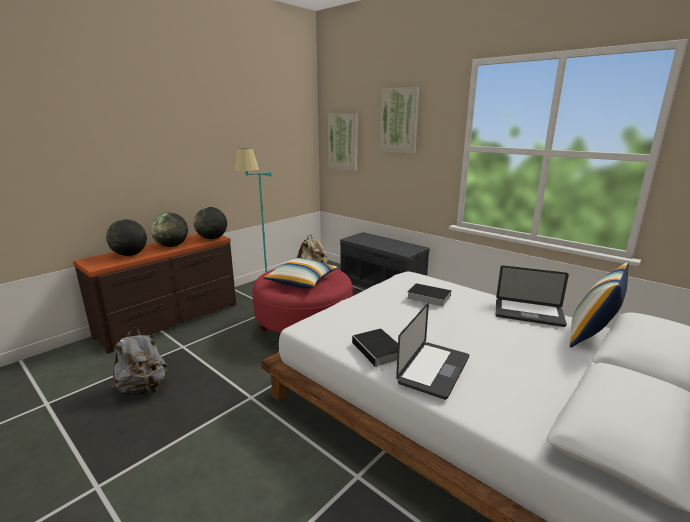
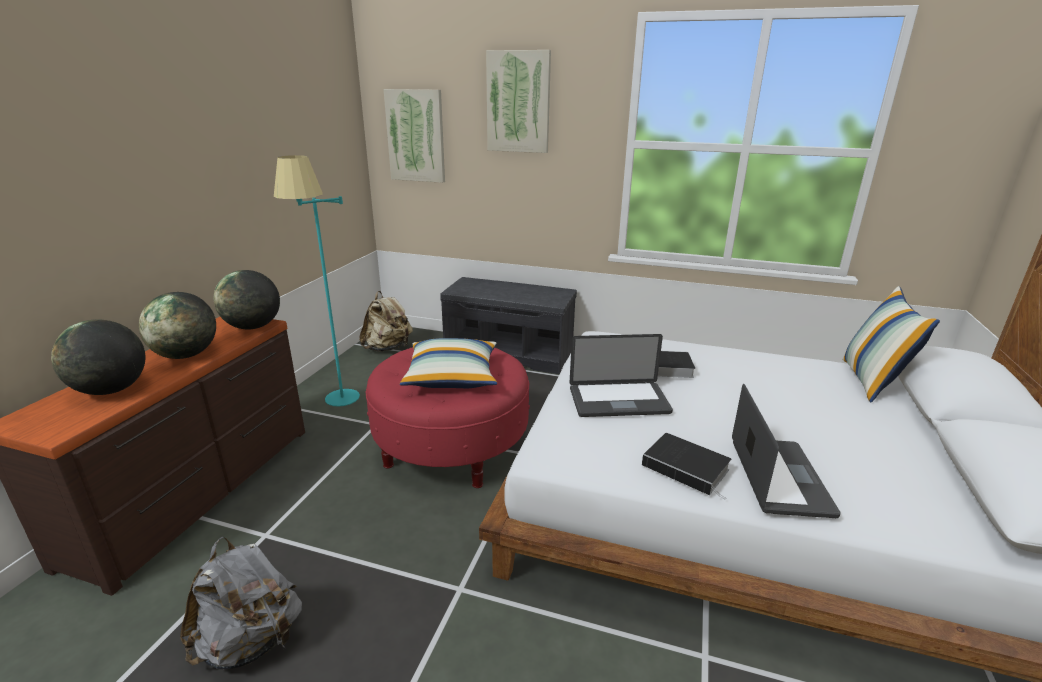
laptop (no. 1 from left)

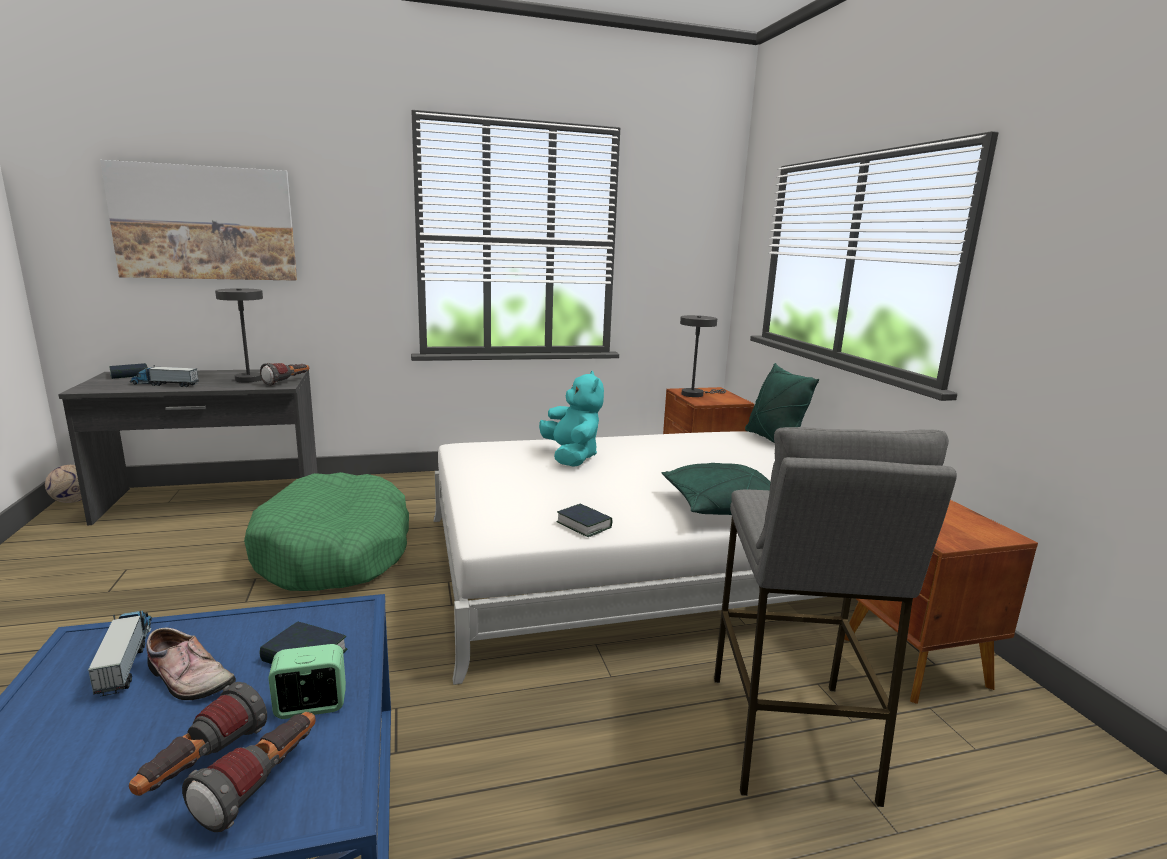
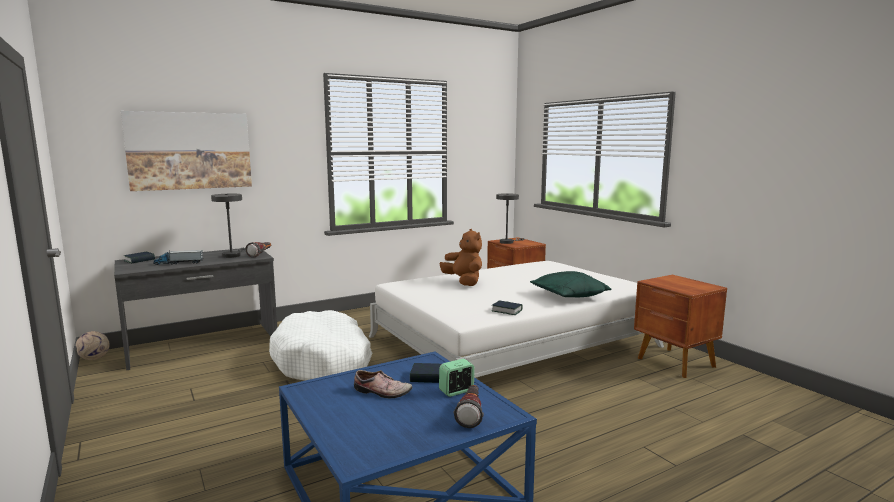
model_truck (no. 1 from left in the first image); hand_torch (no. 1 from left in the first image); whitish_dog_bed; brown_cuddly_toy; greyish_sitting_stool; green_pillow (no. 2 from left in the first image)

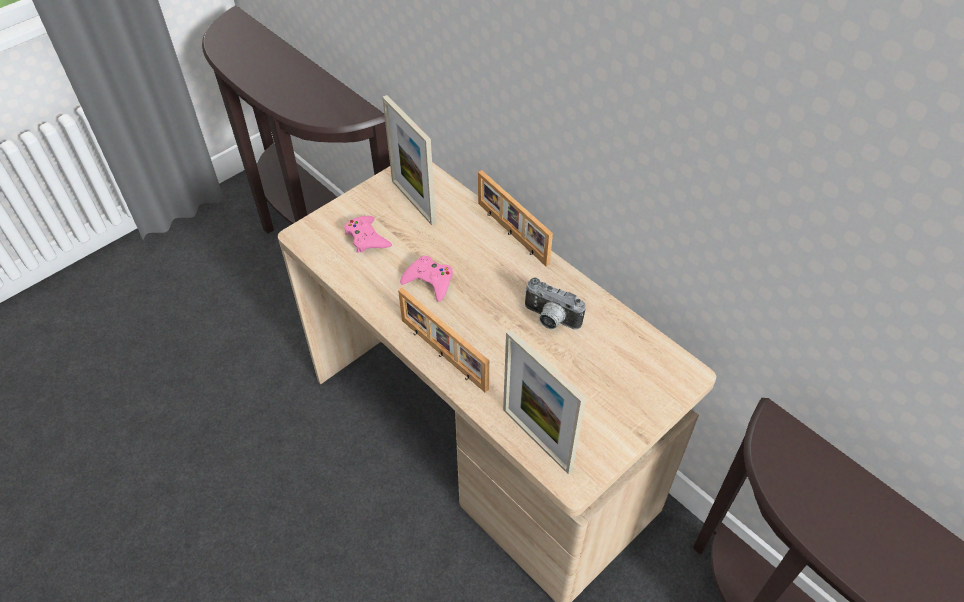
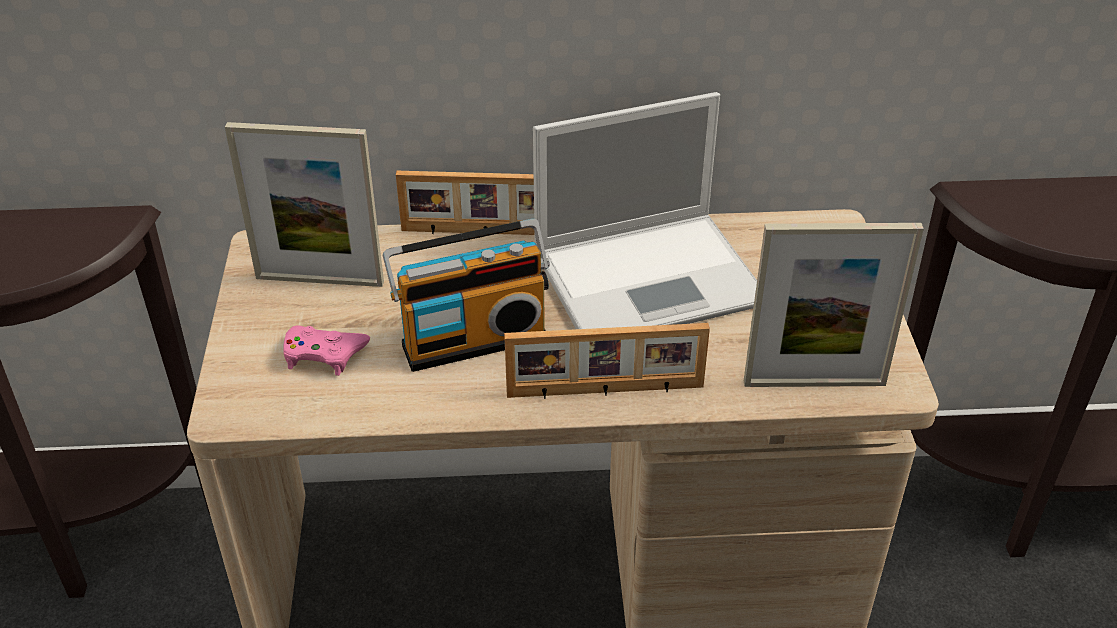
radio_receiver; laptop

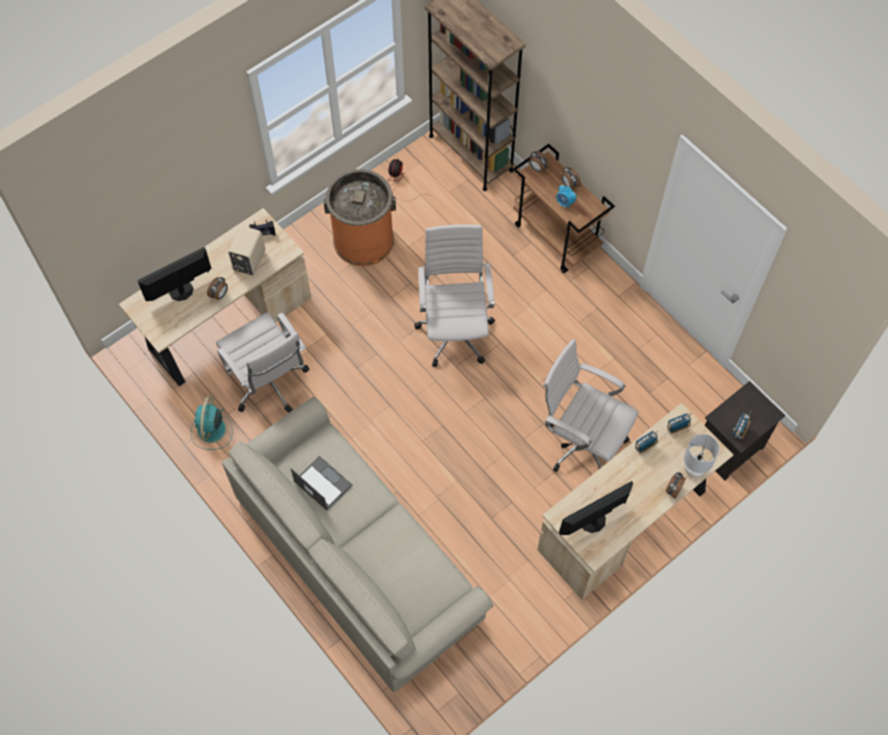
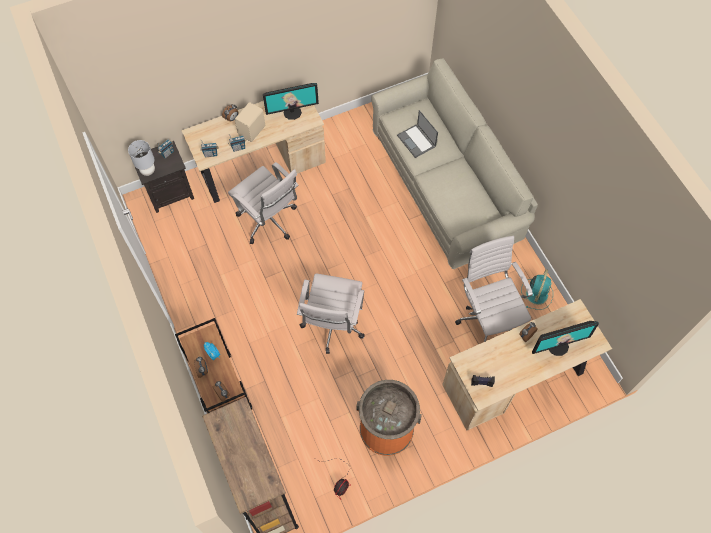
beige-coloured_speaker; laptop; greyish_table_lamp

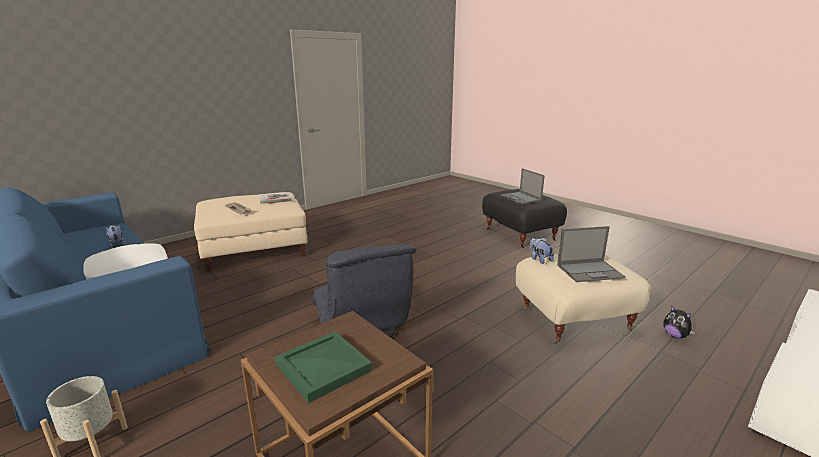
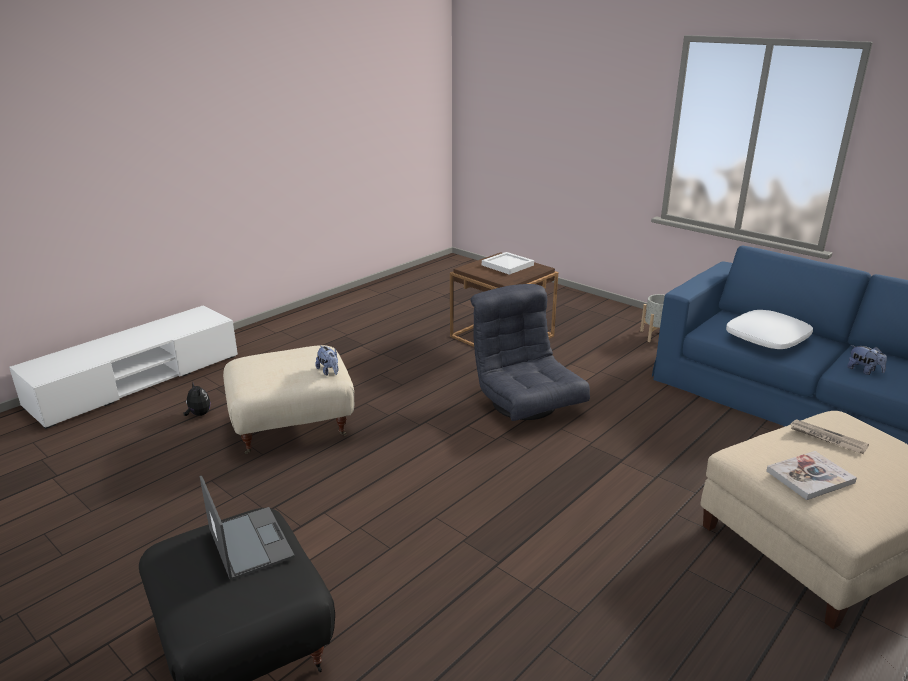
whitish_carrying_tray; laptop (no. 2 from left in the first image)

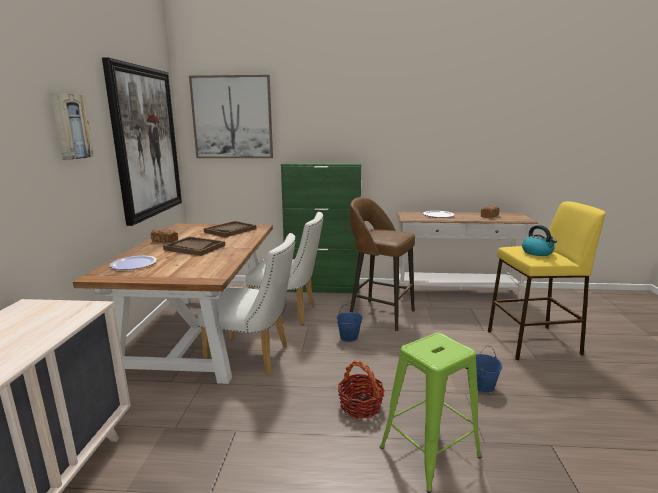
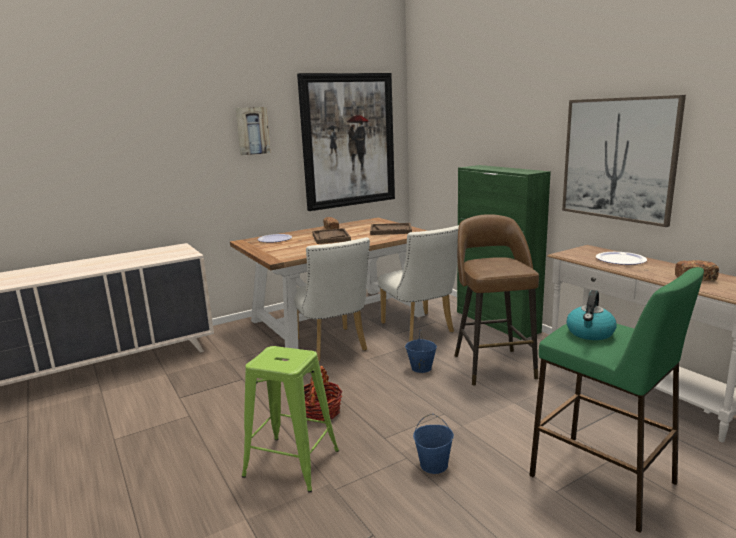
wall_art (no. 3 from left); green_sitting_stool (no. 2 from left)

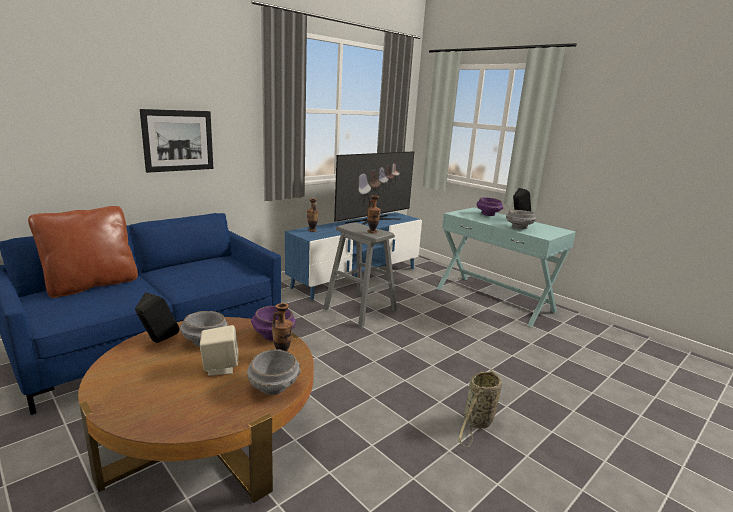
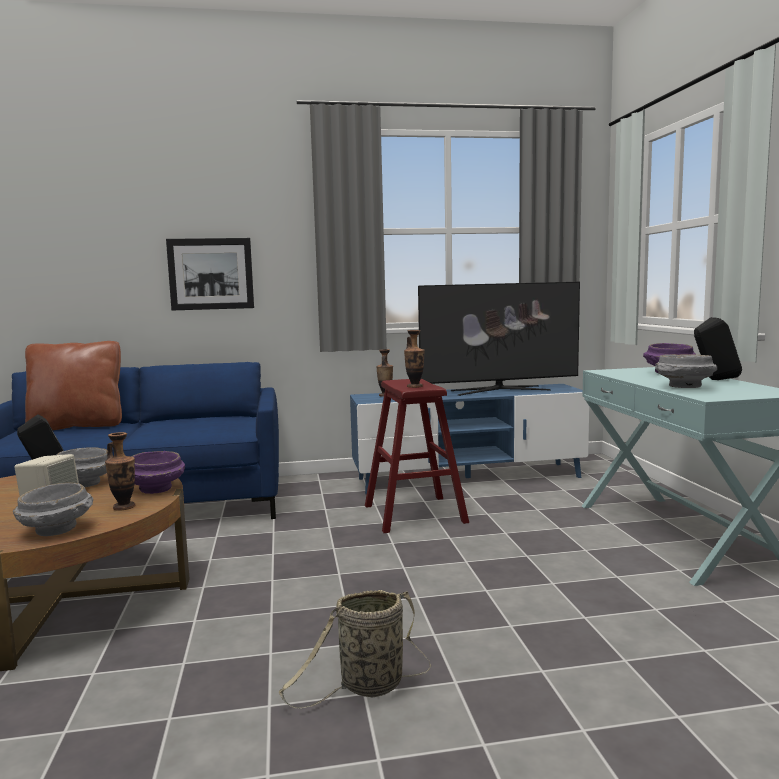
red_sitting_stool

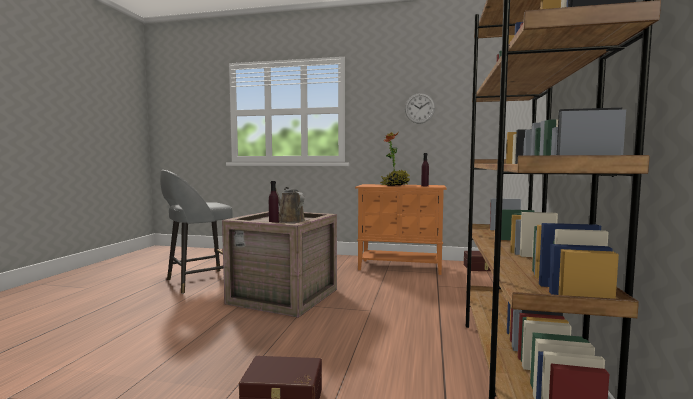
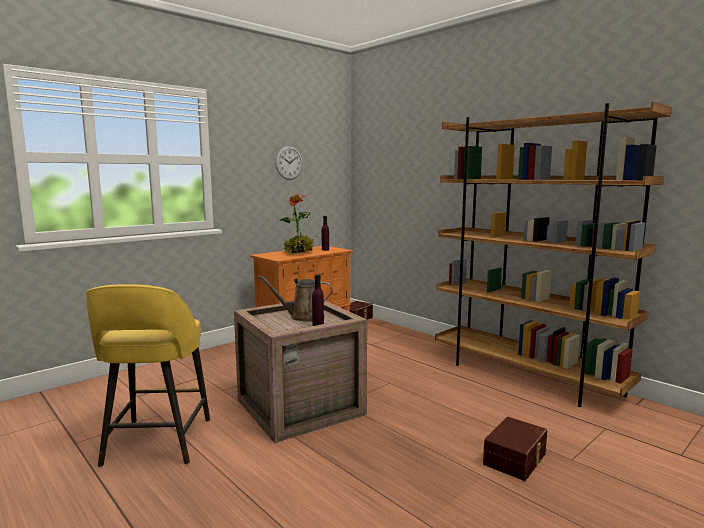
yellow-coloured_sitting_stool

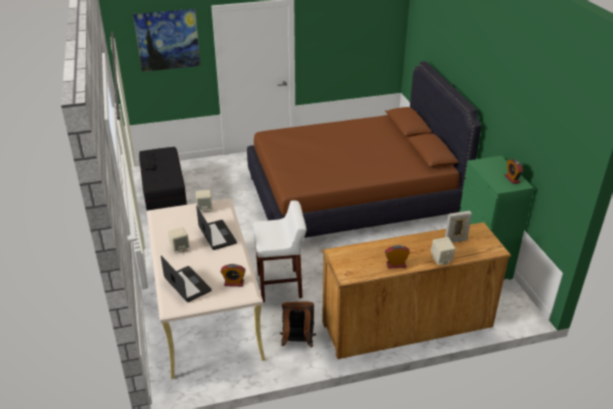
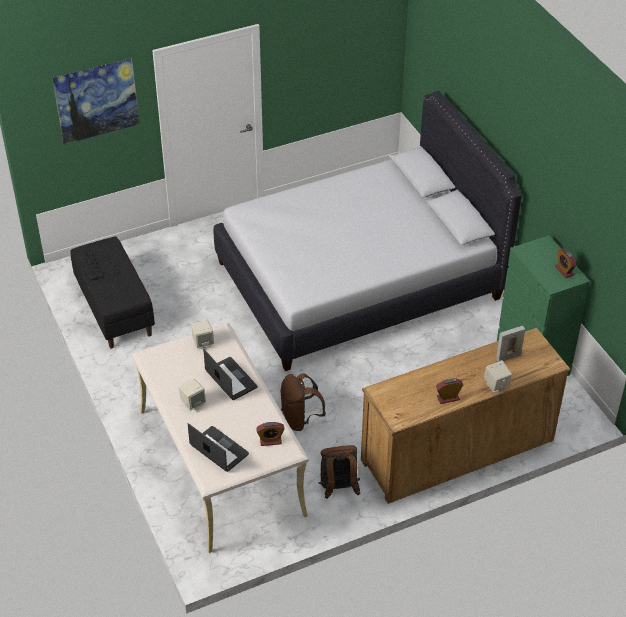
whitish_sleeping_bed; brown_knapsack (no. 1 from left)

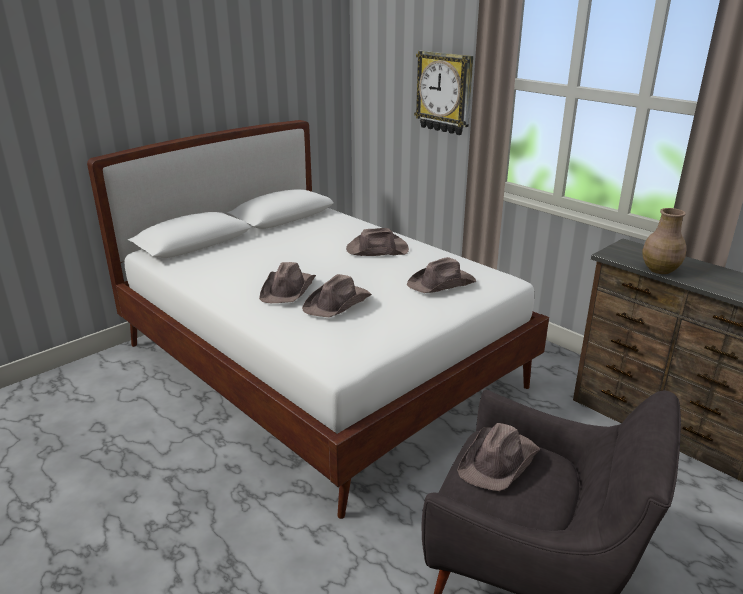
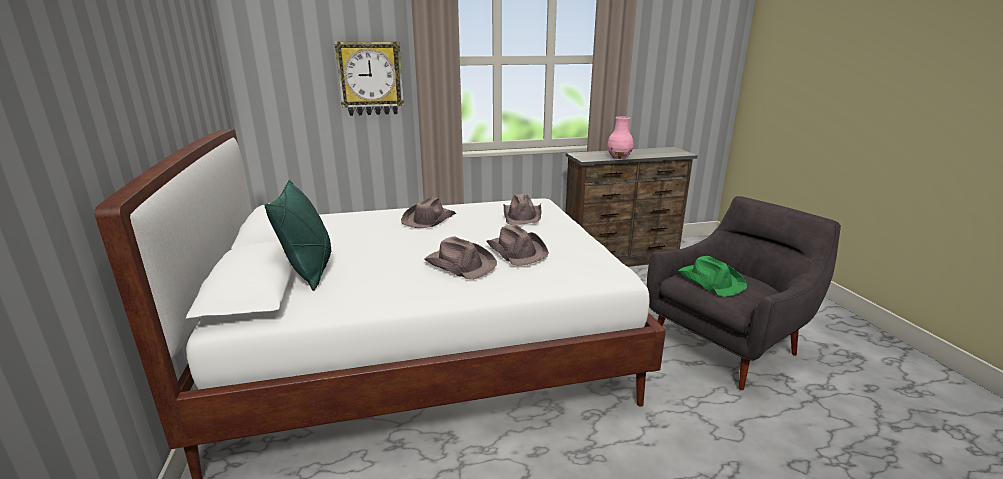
green_clothing_hat; pinkish_flower_vase; green_pillow

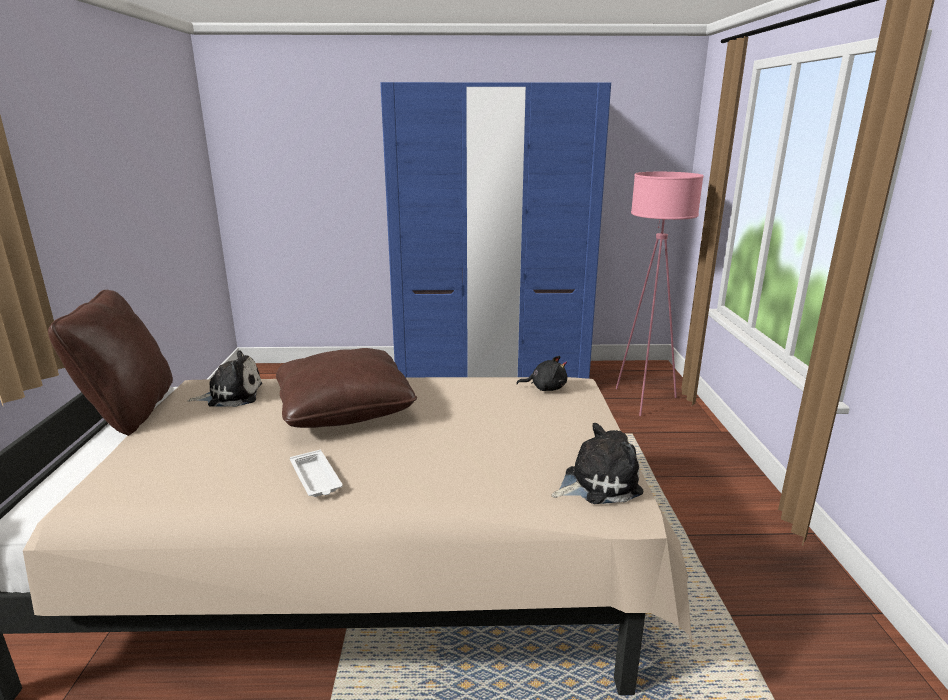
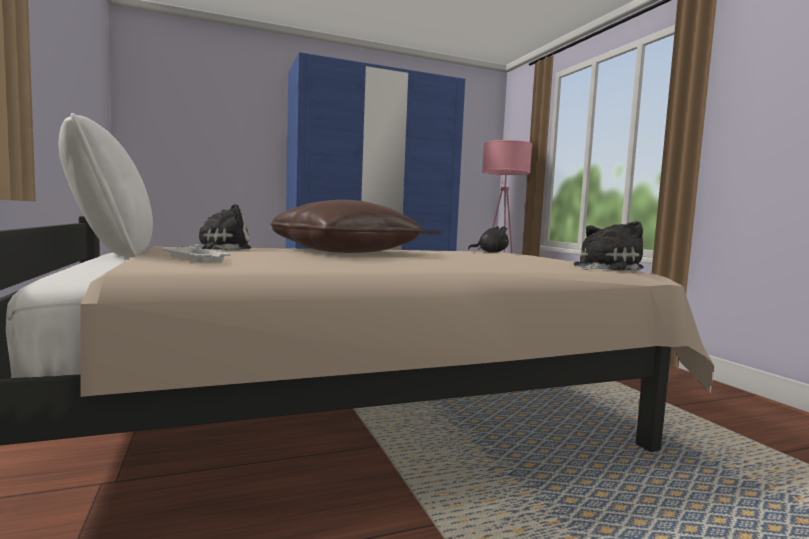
whitish_pillow; whitish_carrying_tray

